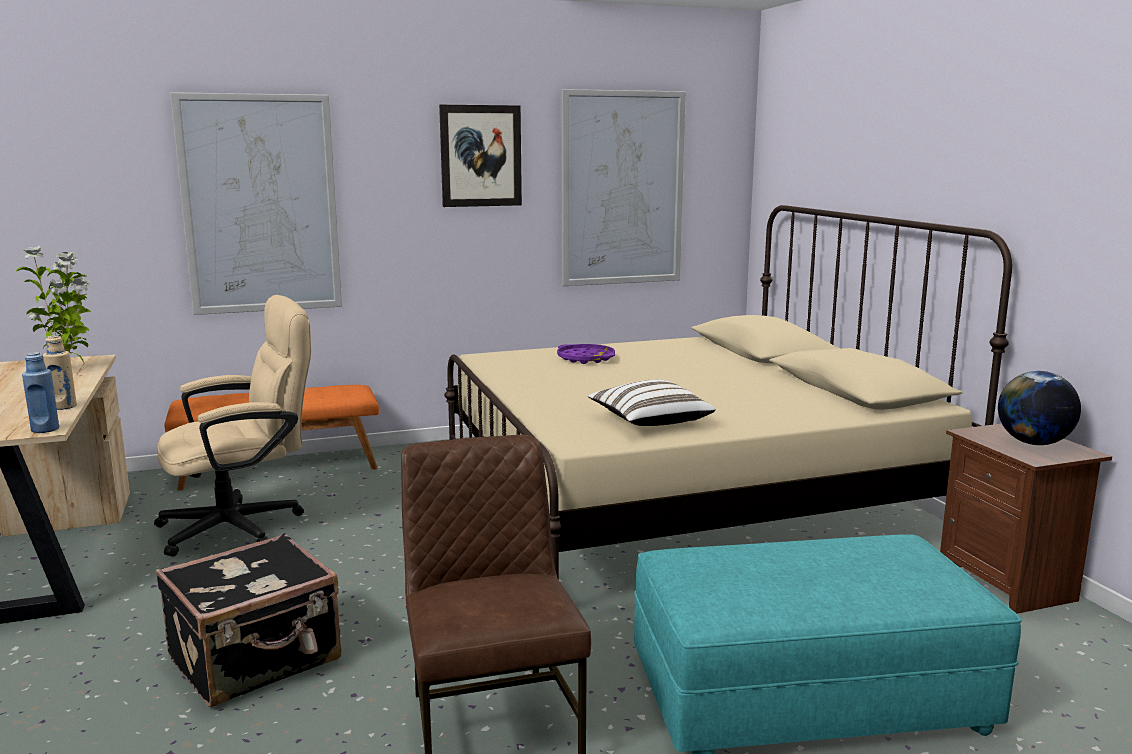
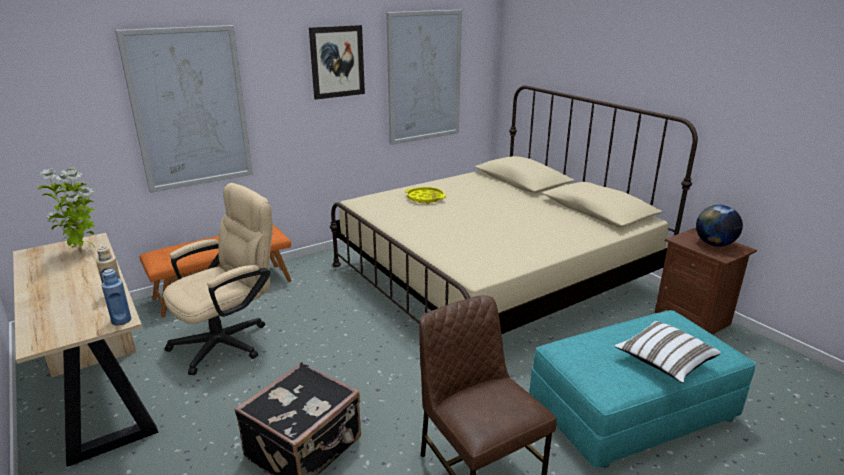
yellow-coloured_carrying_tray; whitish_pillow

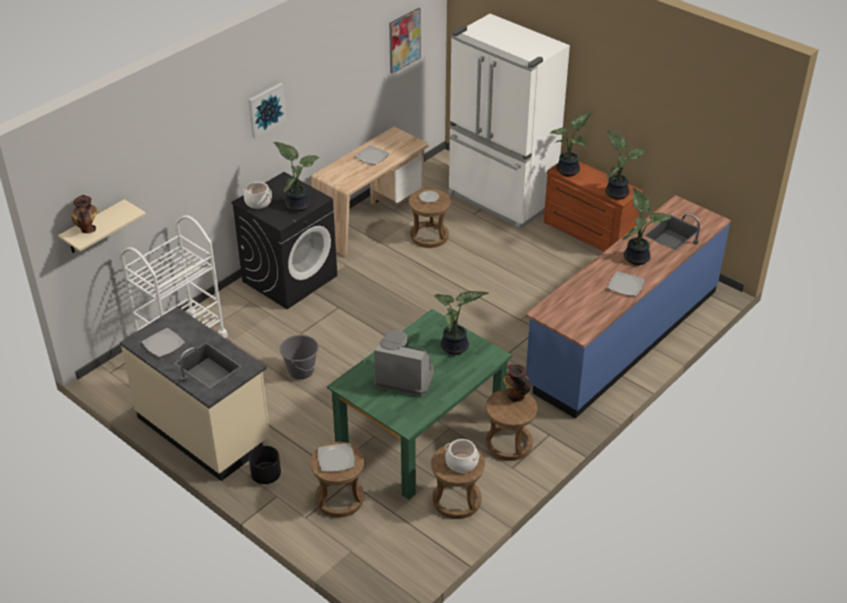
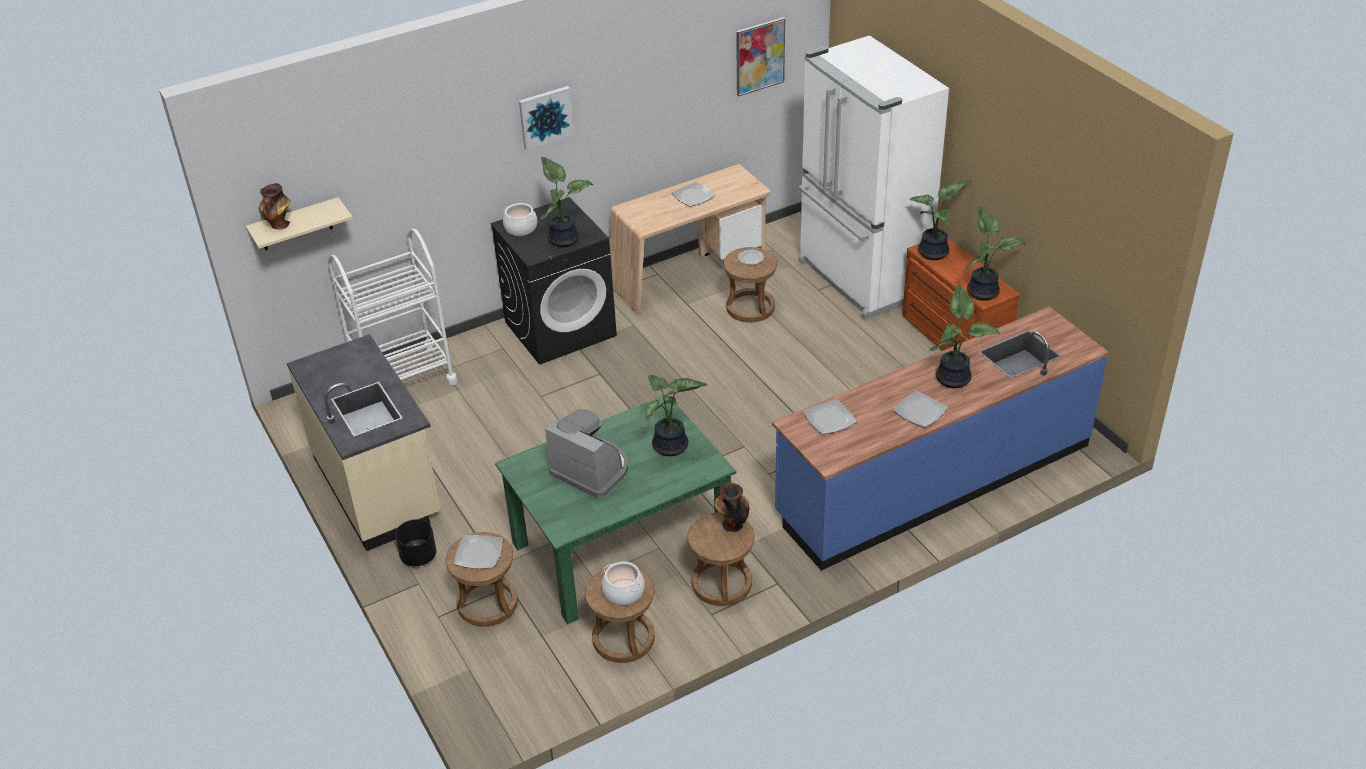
plate (no. 4 from left); greyish_bucket

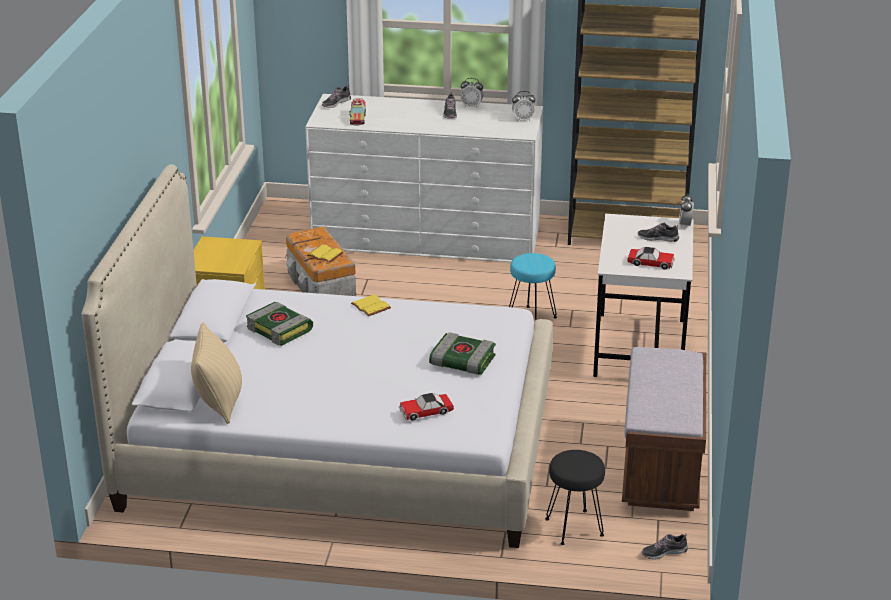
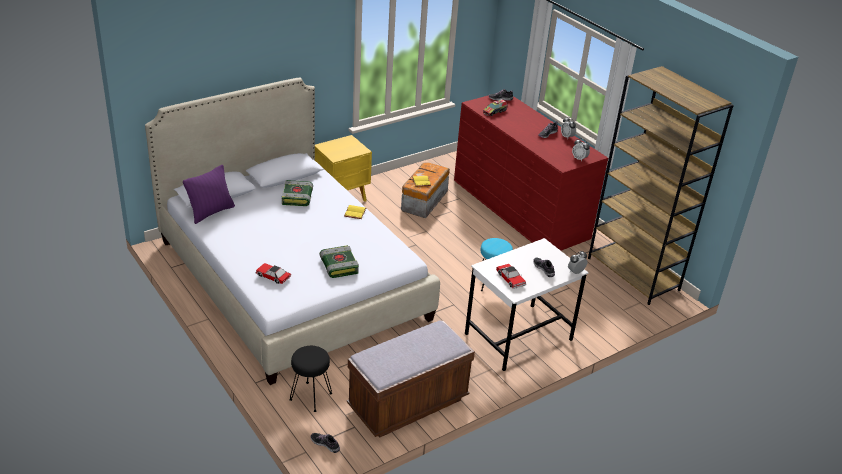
purplish_pillow; red_dresser

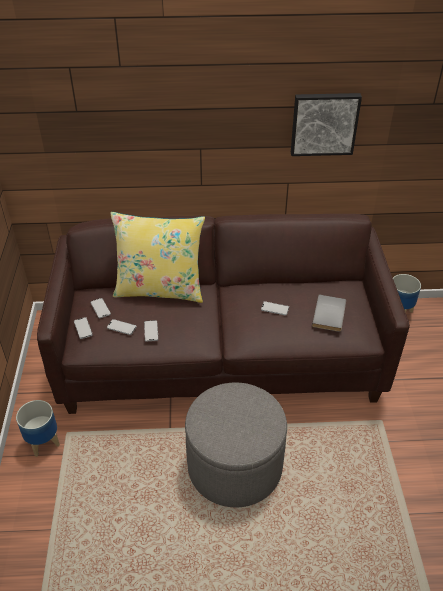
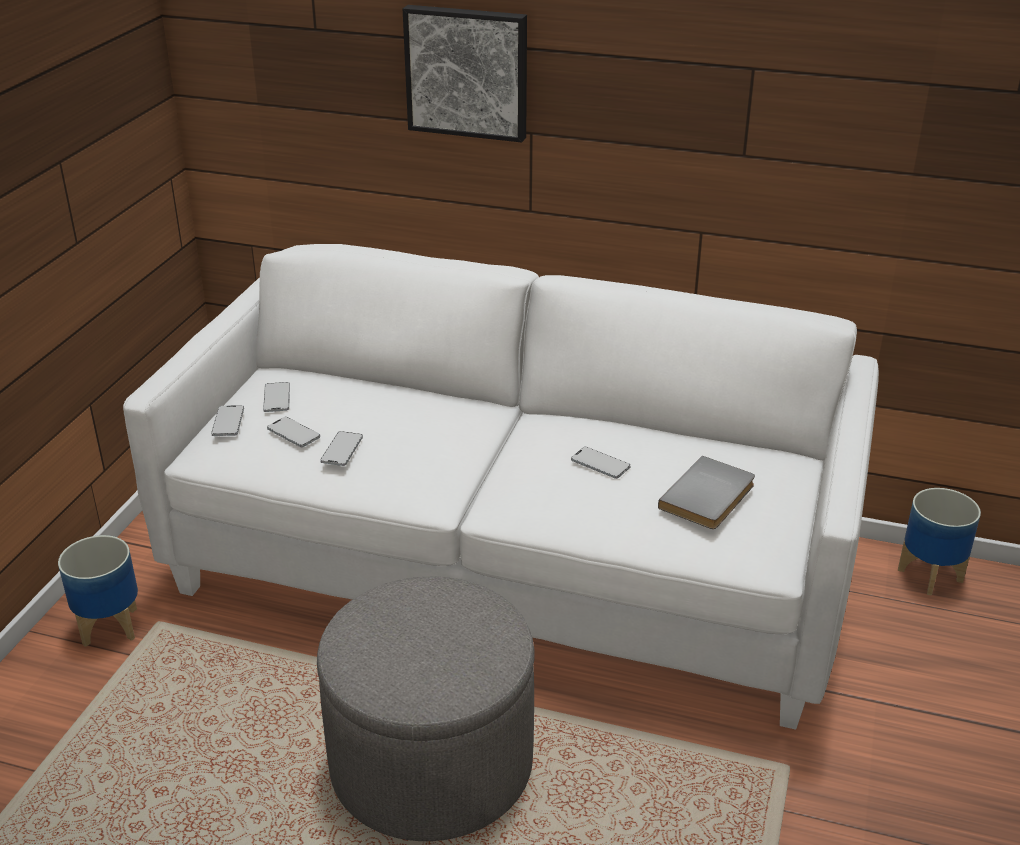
whitish_couch; yellow-coloured_pillow; wall_art

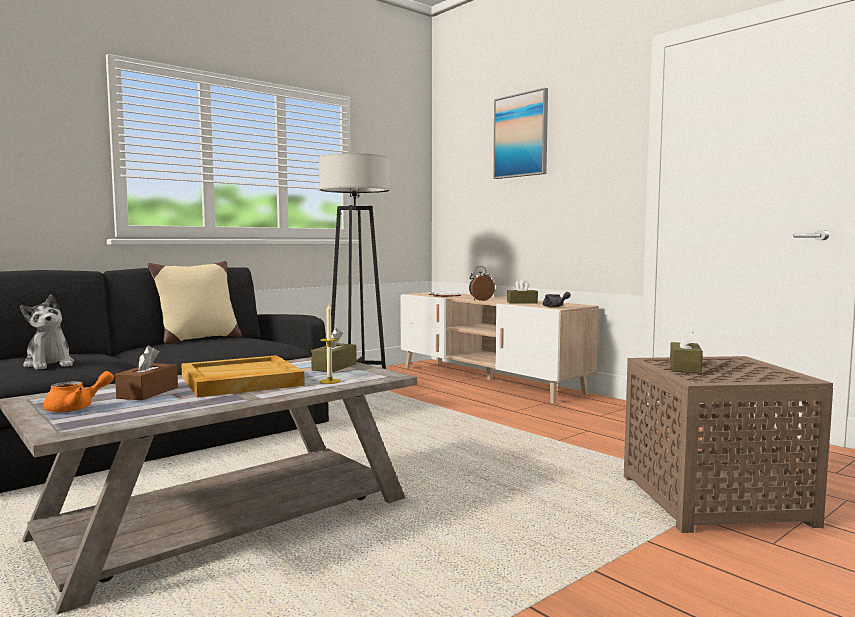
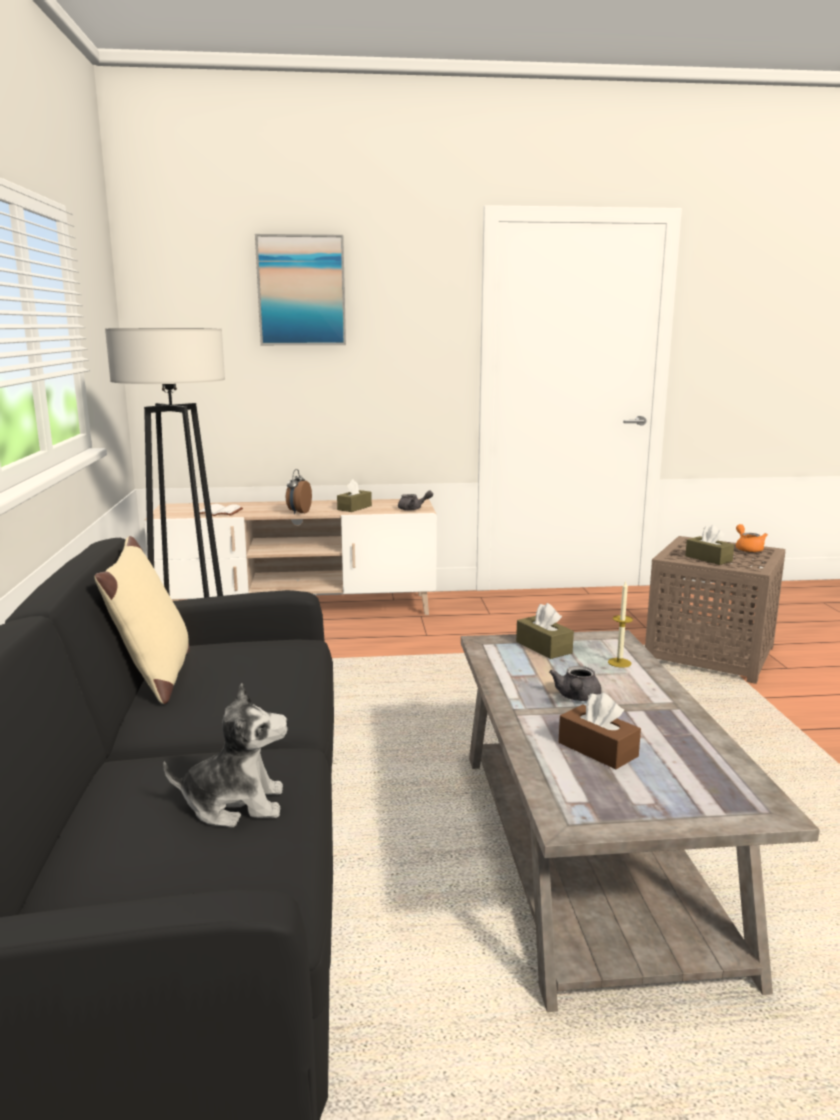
orangey_tea_pot; greyish_tea_pot (no. 2 from left)

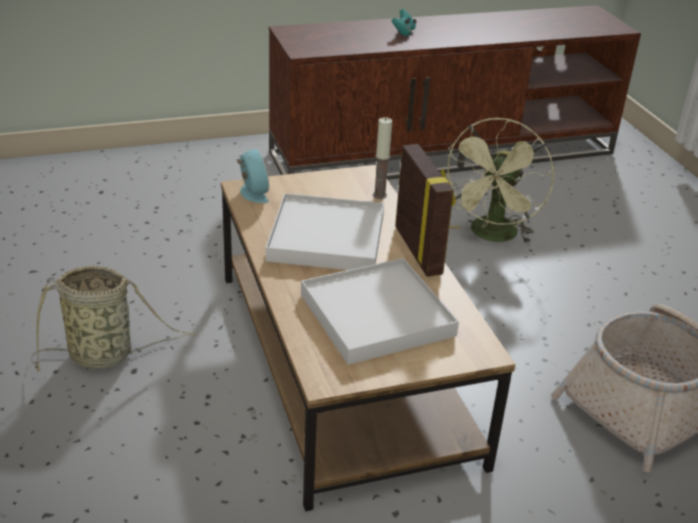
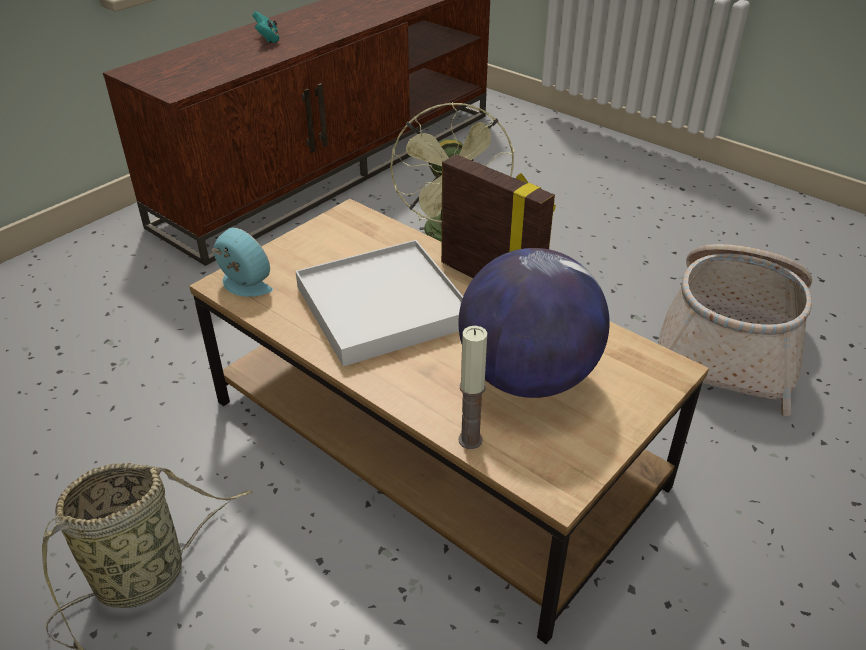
globe; wax_candle

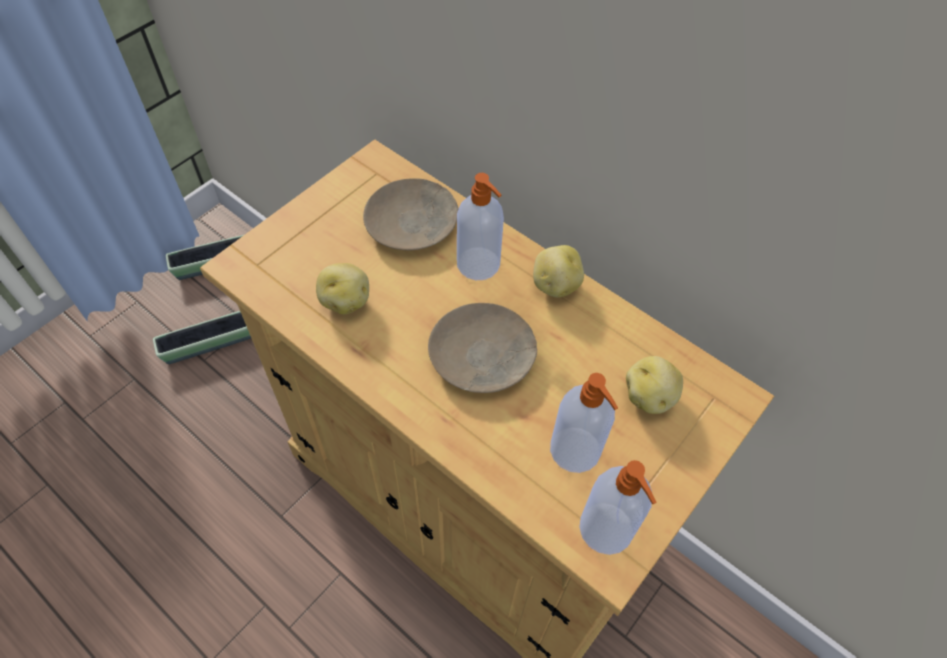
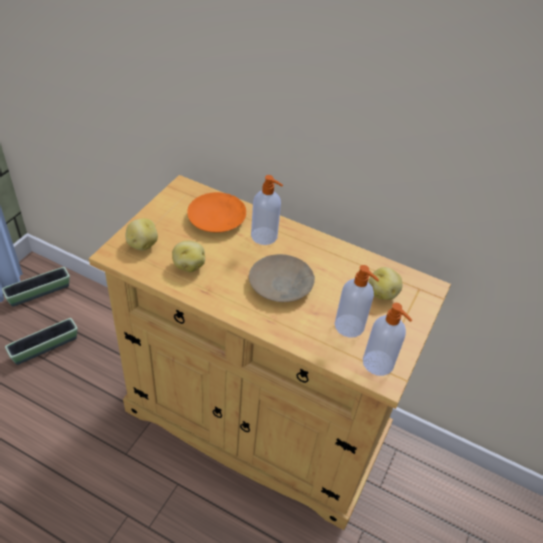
orangey_plate; whole_potato (no. 1 from left)

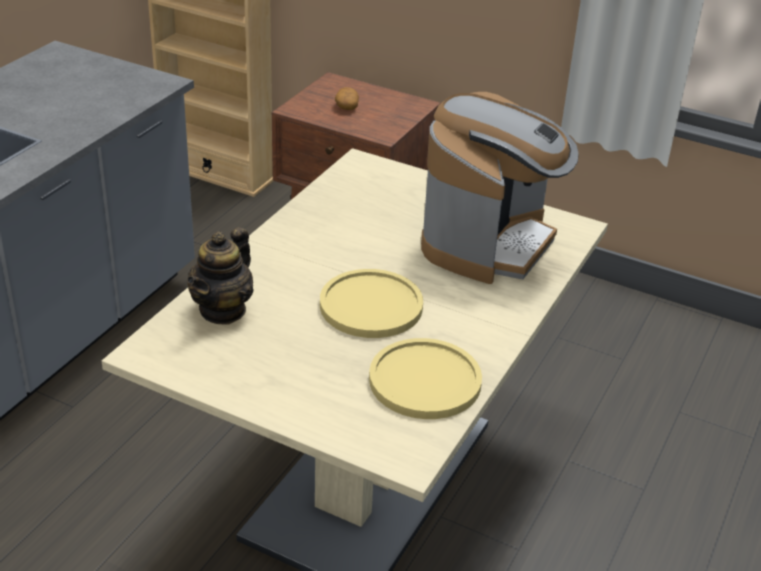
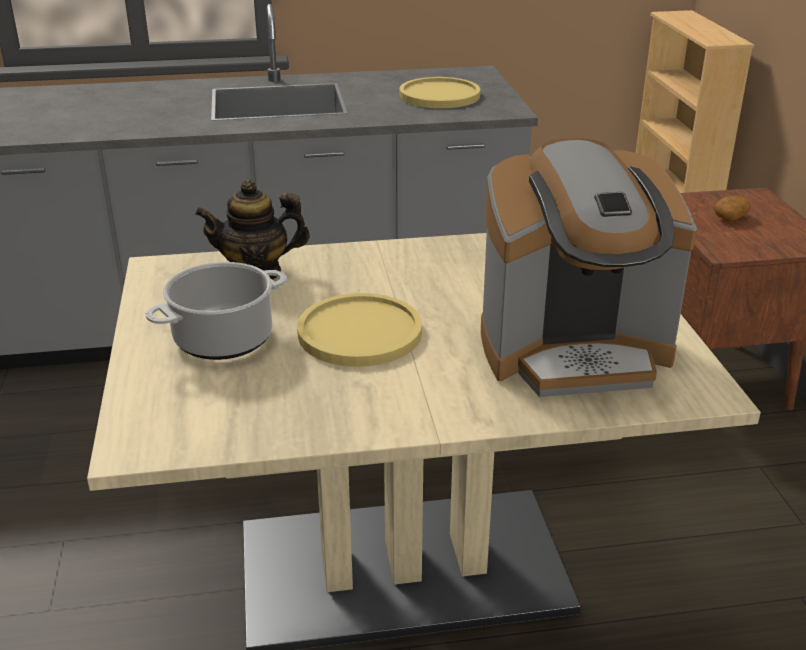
yellow-coloured_plate (no. 2 from left); stockpot

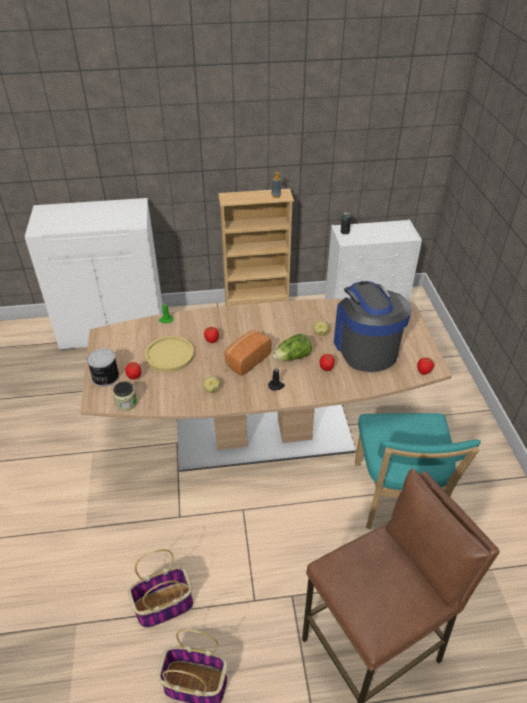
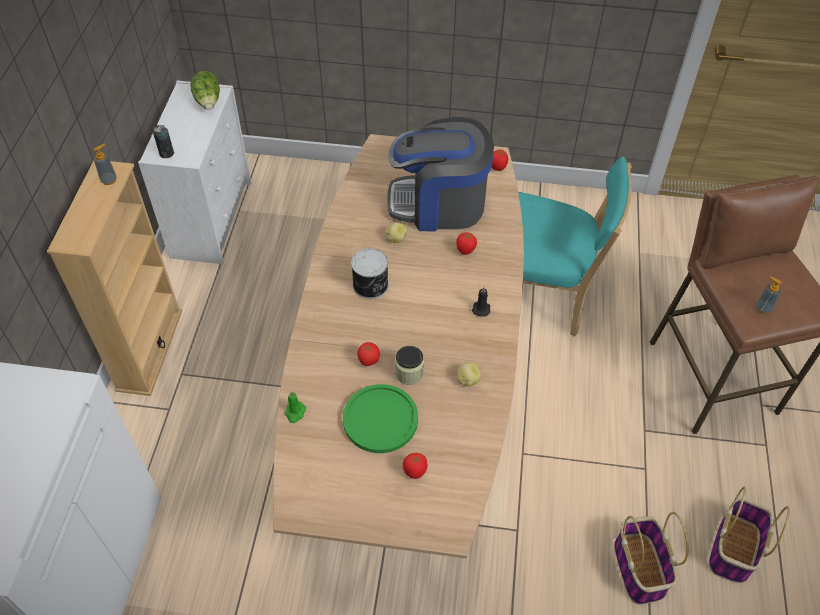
metal_can (no. 2 from left); storage_jar; green_plate; bakery_bread; lettuce_head; liquid_soap_bottle (no. 2 from left)

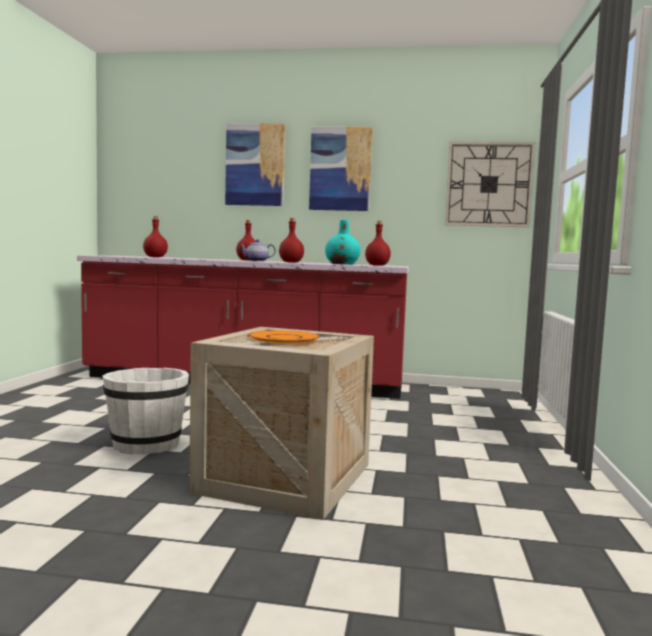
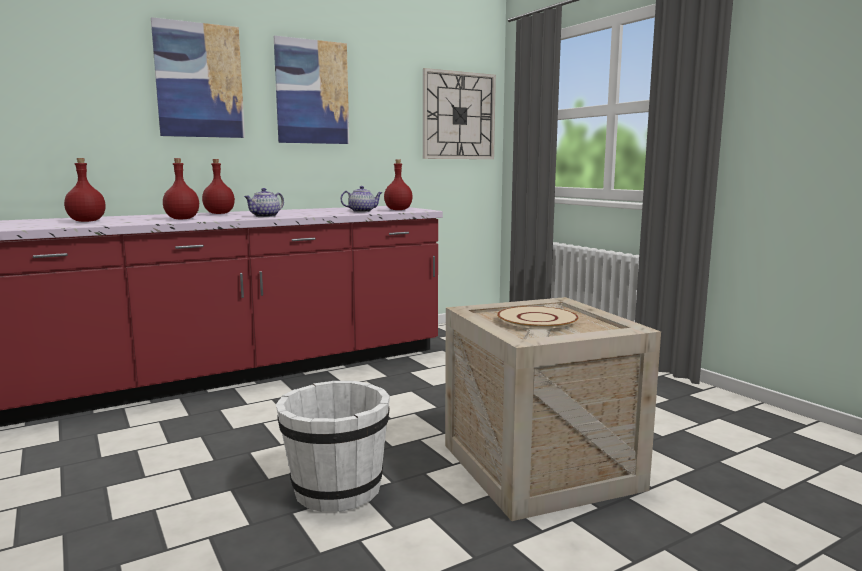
beige-coloured_plate; red_drink_bottle (no. 2 from left); tea_pot (no. 2 from left)

